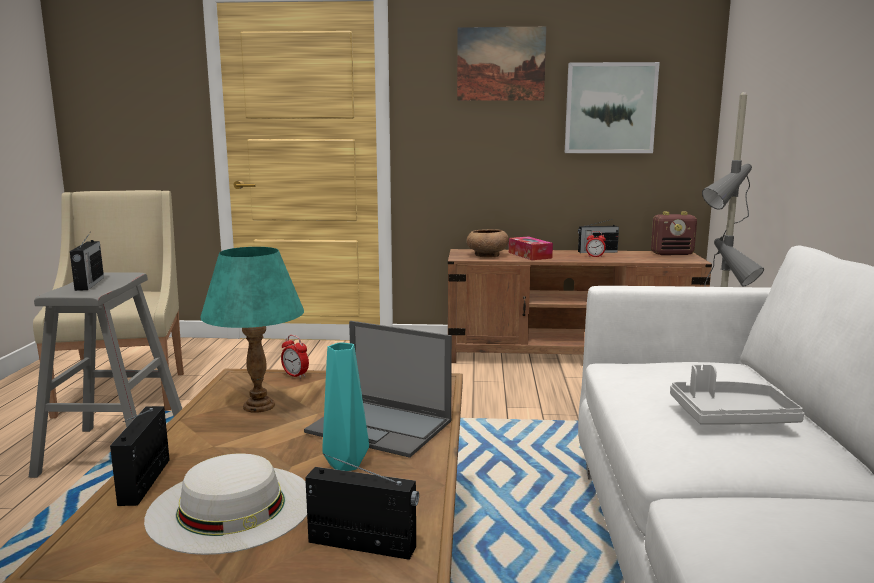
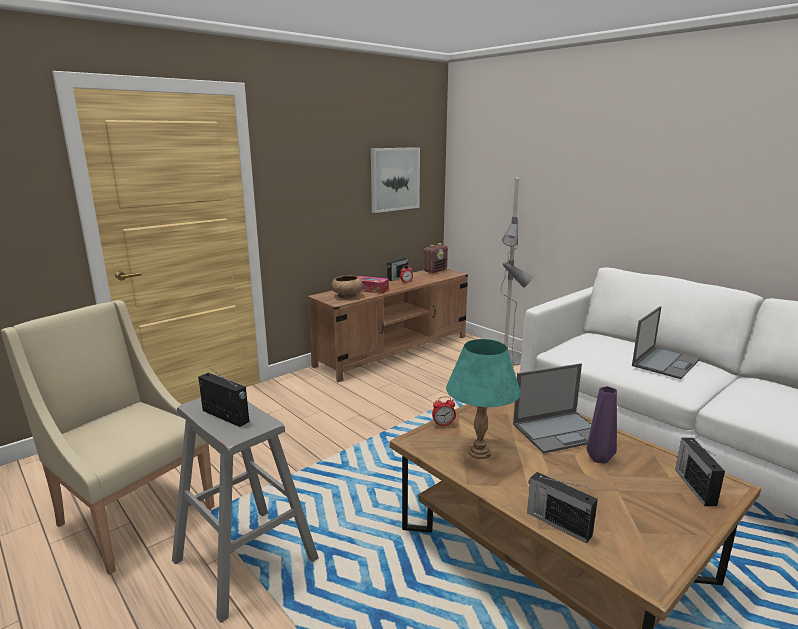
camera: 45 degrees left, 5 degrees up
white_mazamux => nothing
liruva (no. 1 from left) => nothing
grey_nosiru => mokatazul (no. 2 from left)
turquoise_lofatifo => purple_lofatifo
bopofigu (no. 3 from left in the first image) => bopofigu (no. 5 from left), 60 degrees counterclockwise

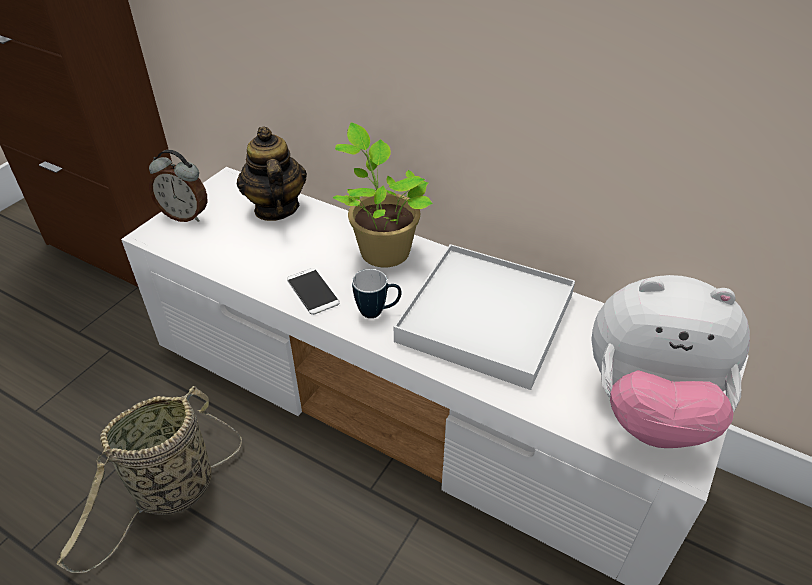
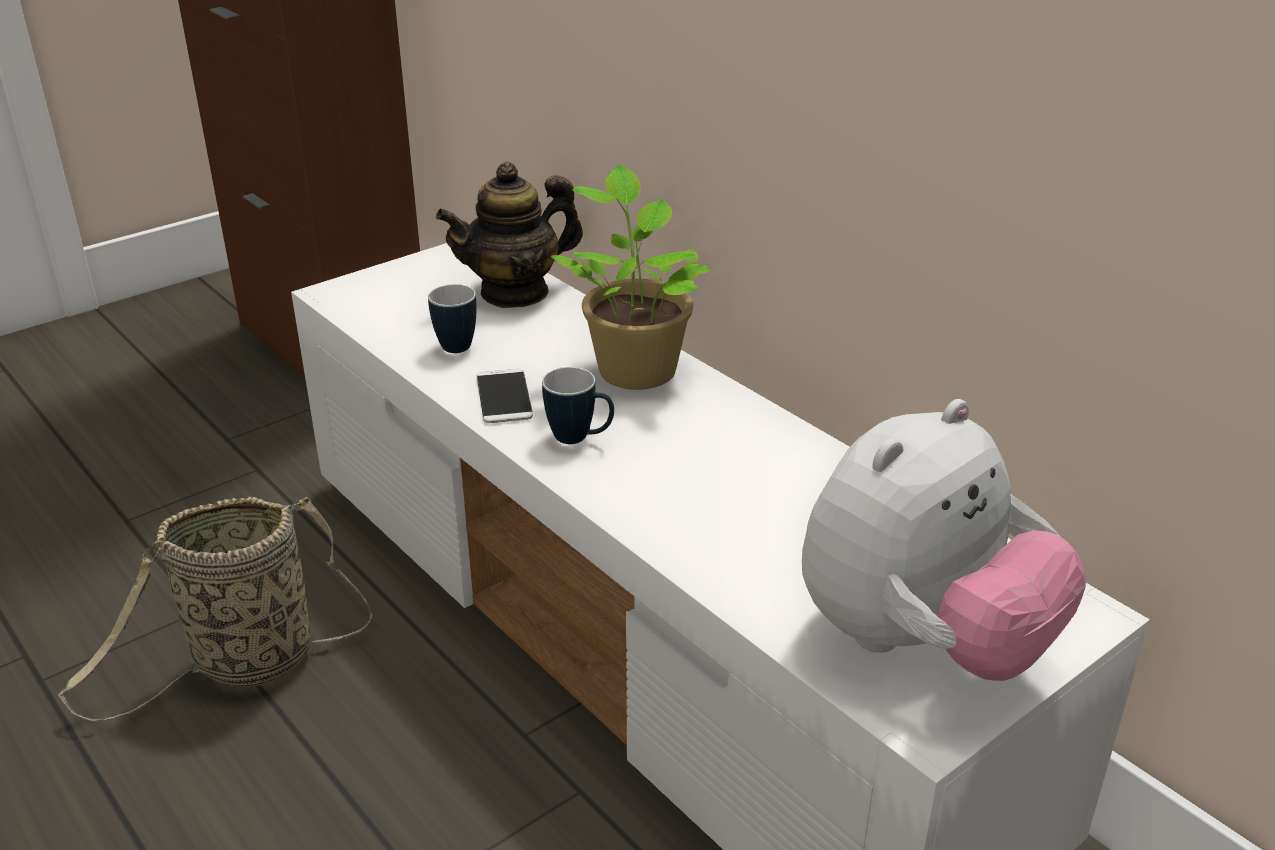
camera: 20 degrees right, 10 degrees down
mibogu => nothing
white_nosiru => nothing
nothing => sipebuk (no. 1 from left)
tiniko, 120 degrees counterclockwise
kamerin, 75 degrees counterclockwise

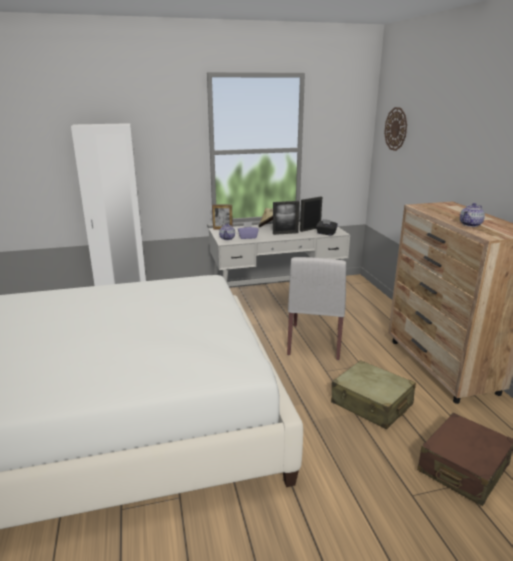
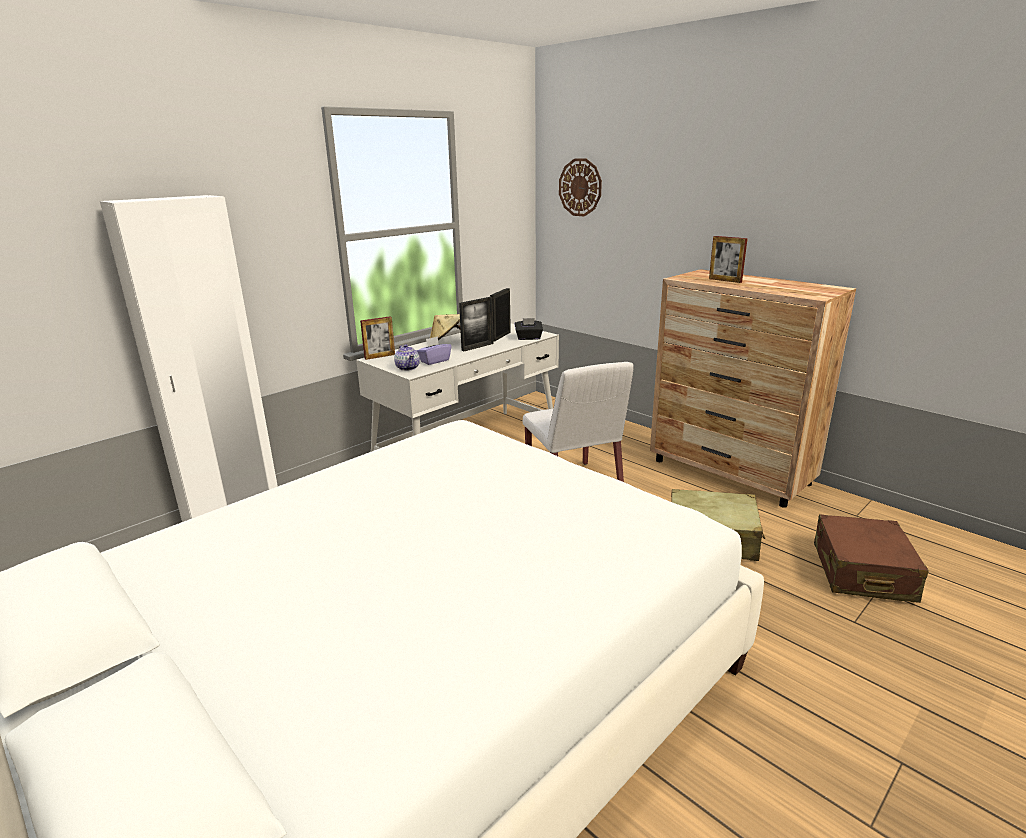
camera: 30 degrees left, 0 degrees up
tiniko (no. 2 from left) => nothing
nothing => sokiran (no. 4 from left)

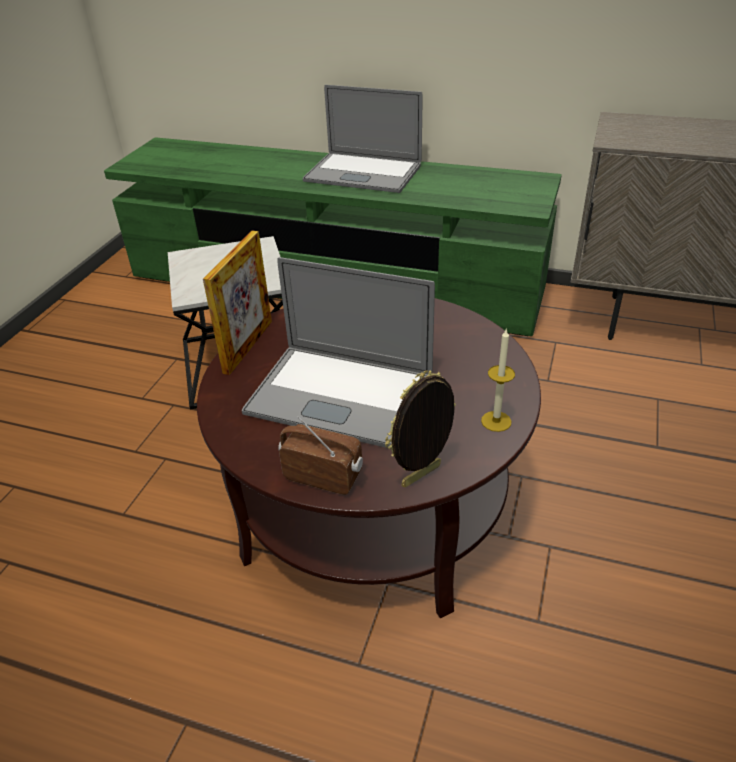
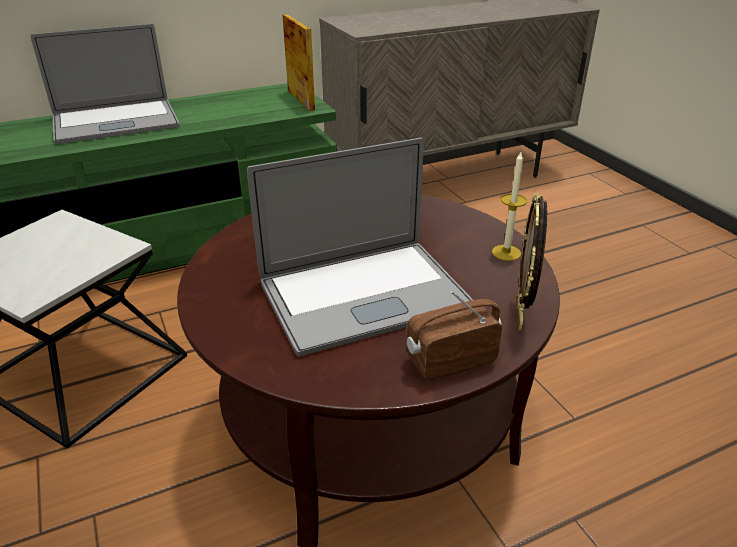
camera: 45 degrees left, 5 degrees down
sokiran (no. 1 from left), shifted

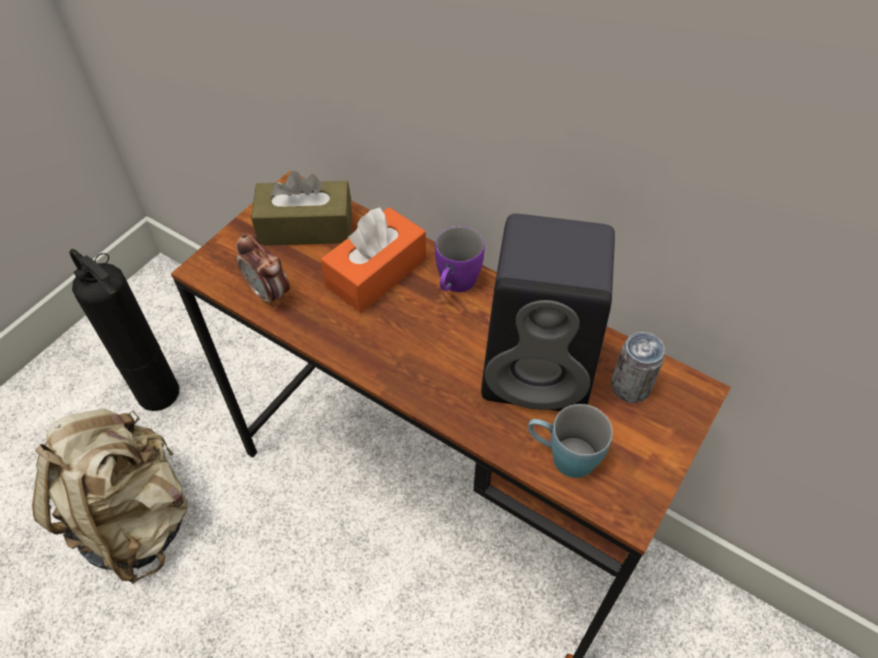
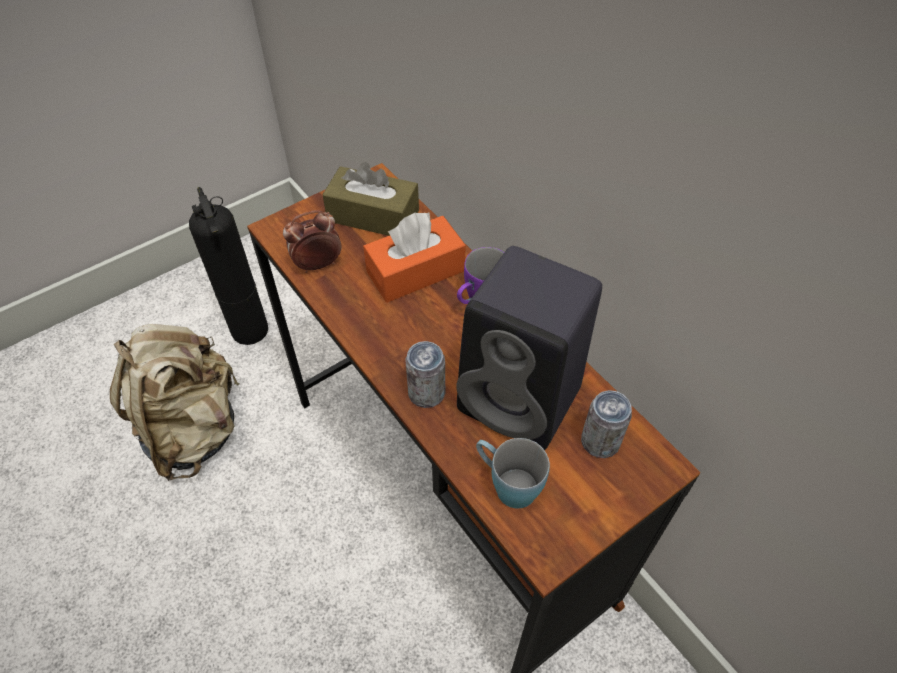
camera: 20 degrees right, 0 degrees up
nothing => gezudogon (no. 1 from left)
mibogu, 90 degrees clockwise

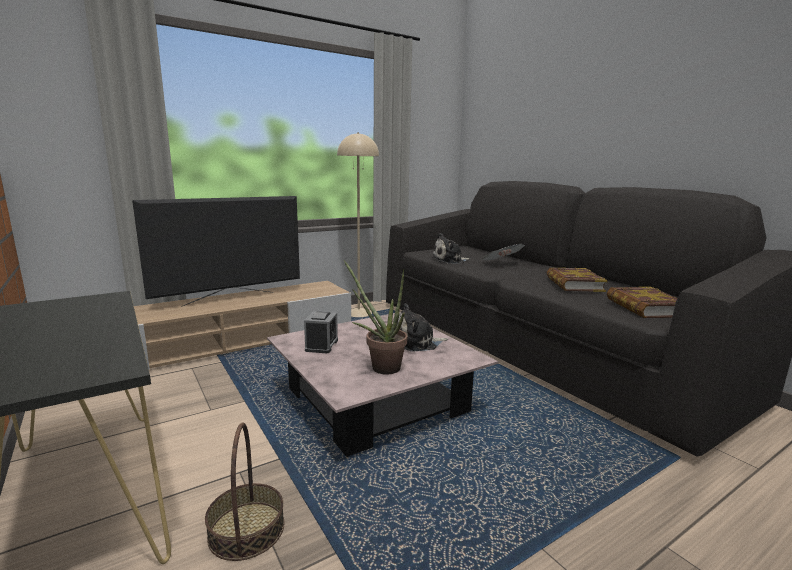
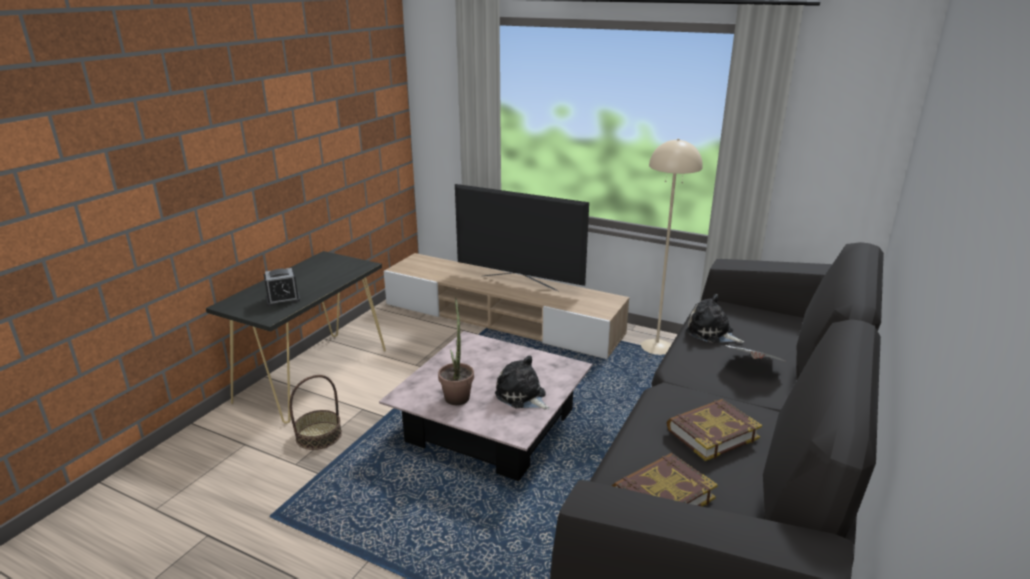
camera: 60 degrees right, 10 degrees up
mibogu, shifted

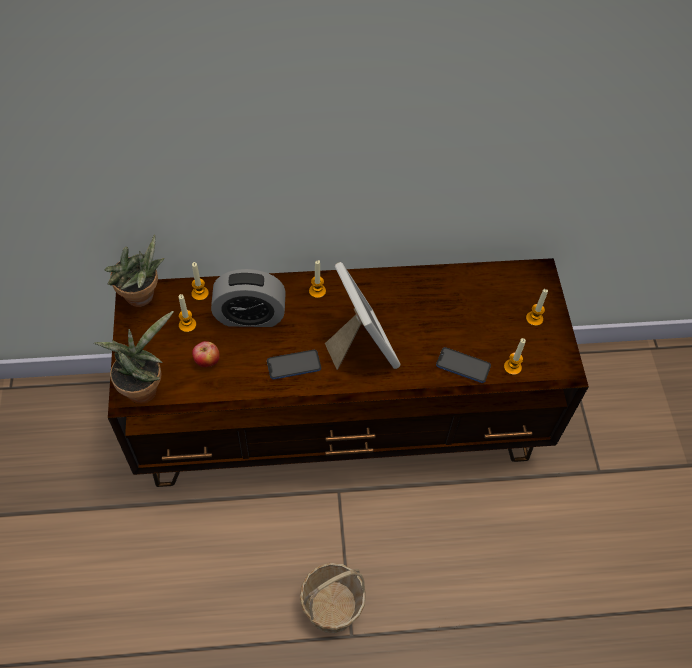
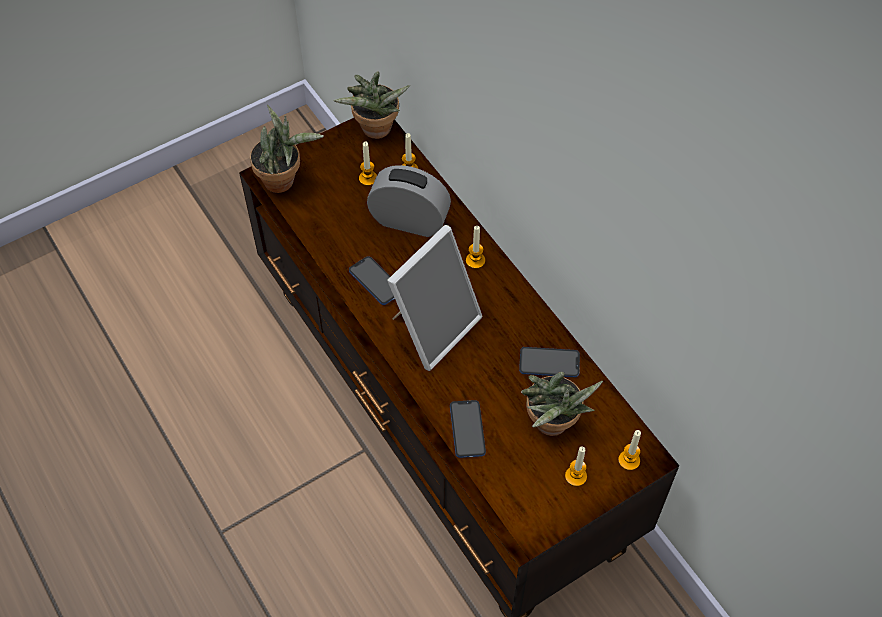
camera: 65 degrees right, 0 degrees up
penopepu => nothing
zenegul => nothing
nothing => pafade (no. 3 from left)
nothing => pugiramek (no. 3 from left)
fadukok (no. 4 from left in the first image) => fadukok (no. 5 from left), shifted
mibogu, 135 degrees clockwise

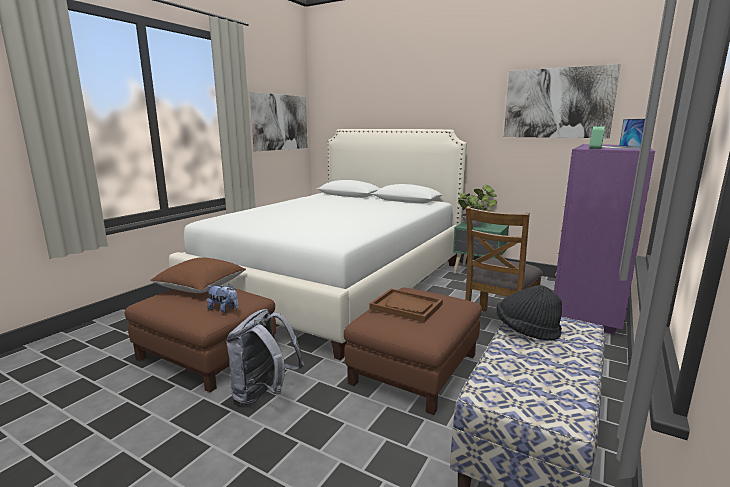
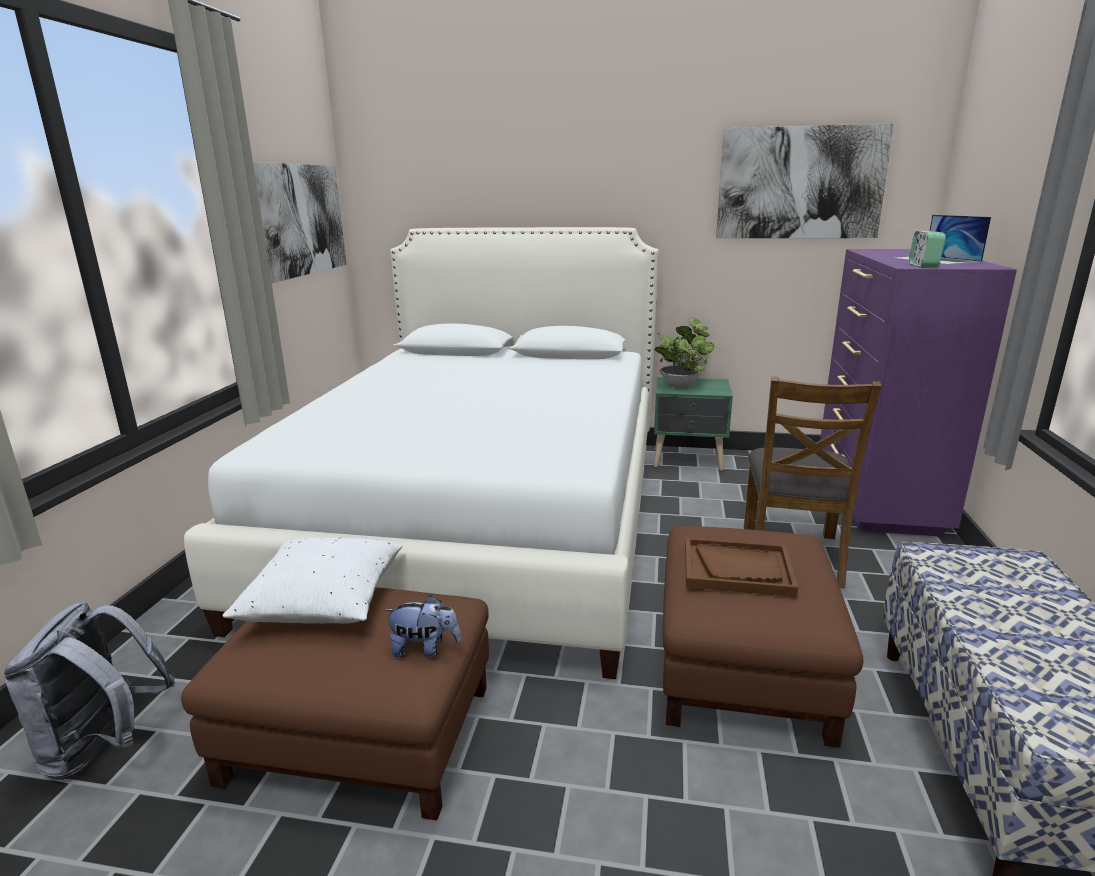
camera: 20 degrees left, 5 degrees up
black_mazamux => nothing
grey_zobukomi, shifted
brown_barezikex => white_barezikex

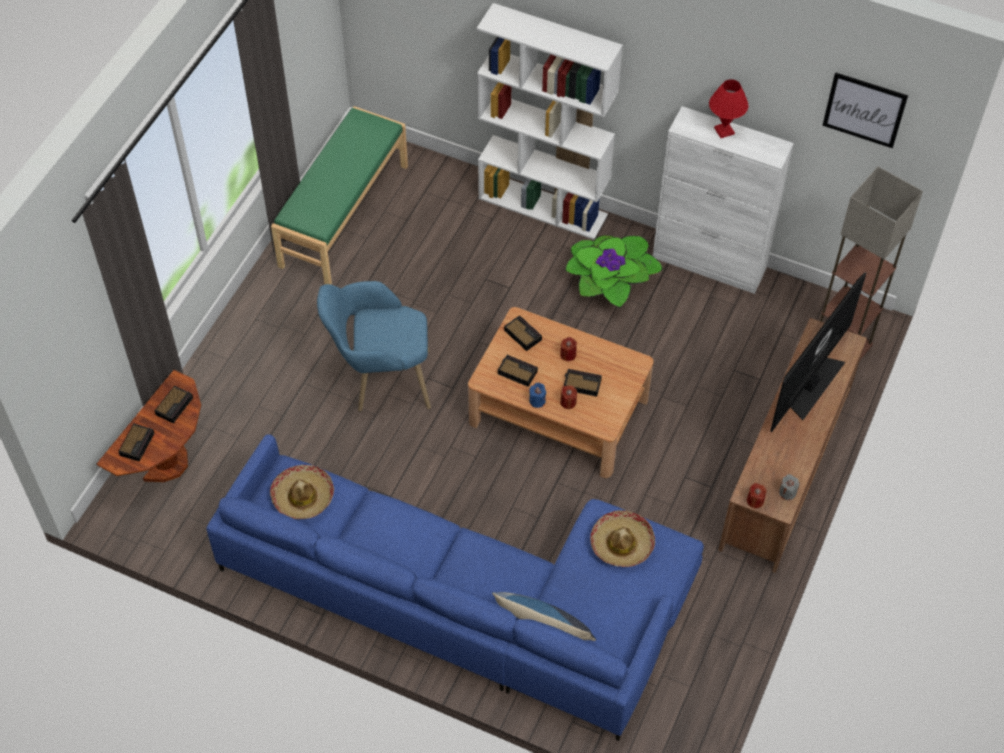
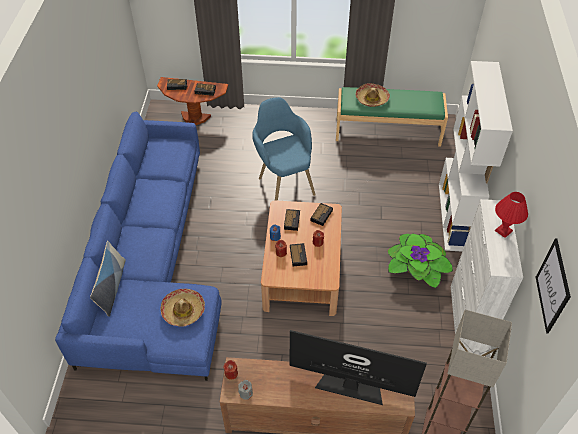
camera: 70 degrees right, 5 degrees down
mazamux (no. 1 from left in the first image) => mazamux (no. 2 from left), shifted

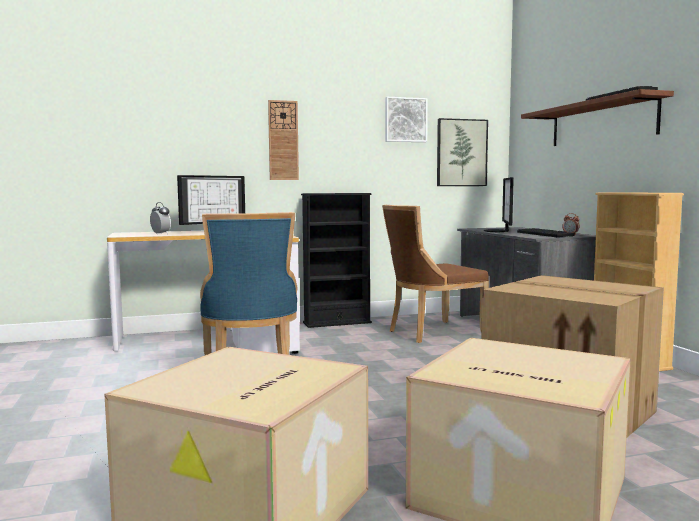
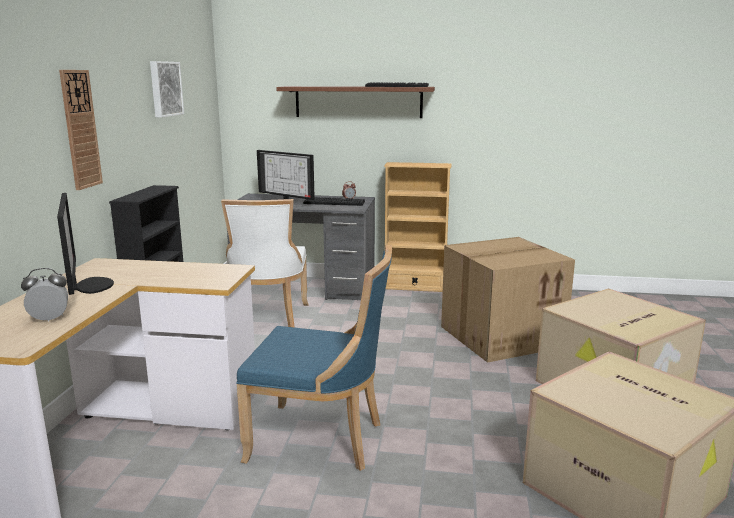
camera: 65 degrees left, 10 degrees up
liruva (no. 2 from left) => nothing
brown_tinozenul => white_tinozenul

